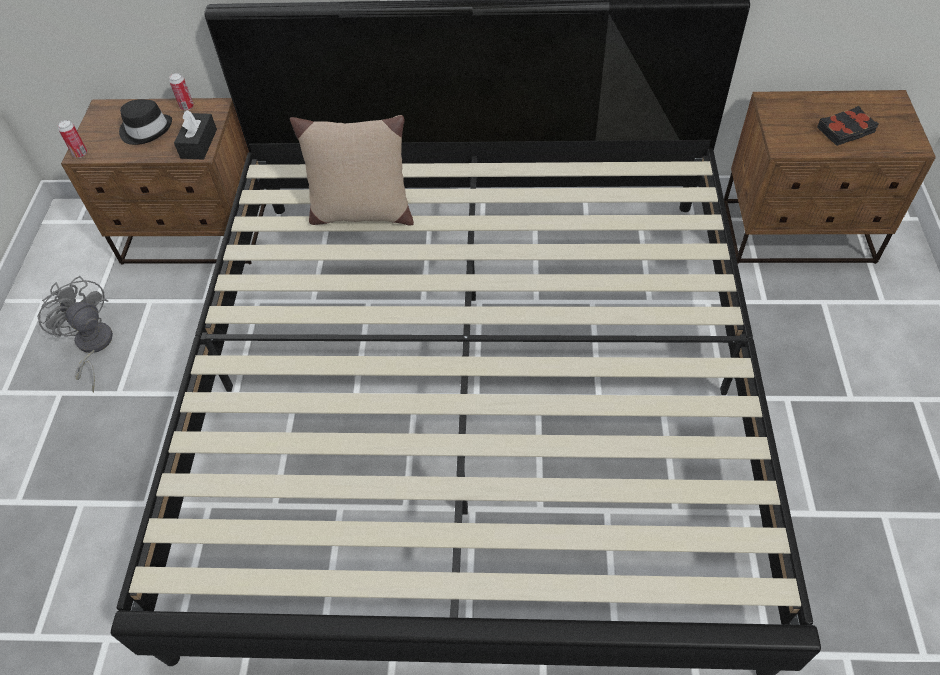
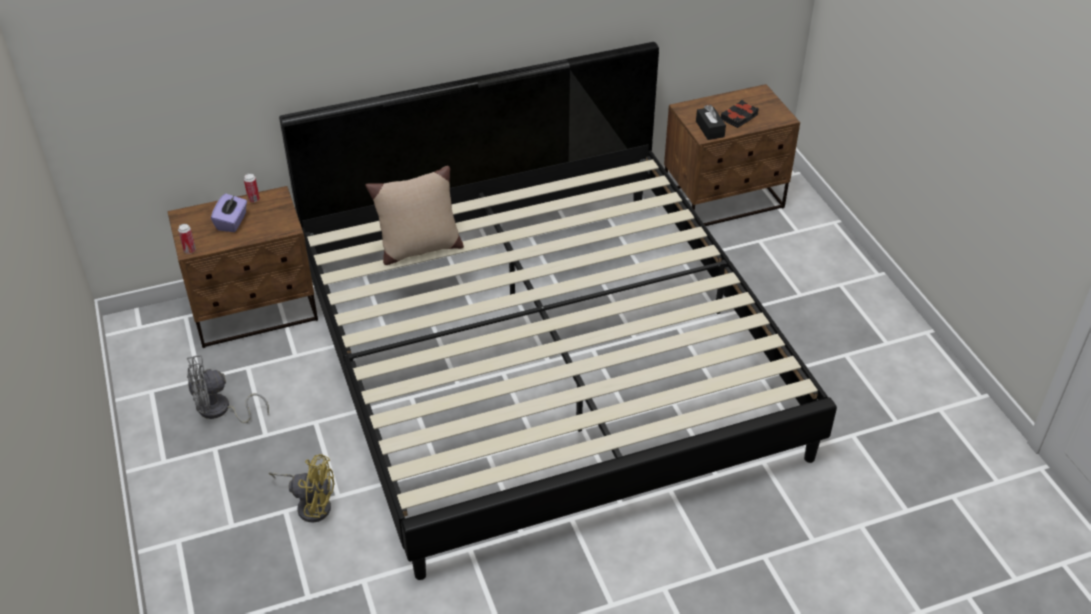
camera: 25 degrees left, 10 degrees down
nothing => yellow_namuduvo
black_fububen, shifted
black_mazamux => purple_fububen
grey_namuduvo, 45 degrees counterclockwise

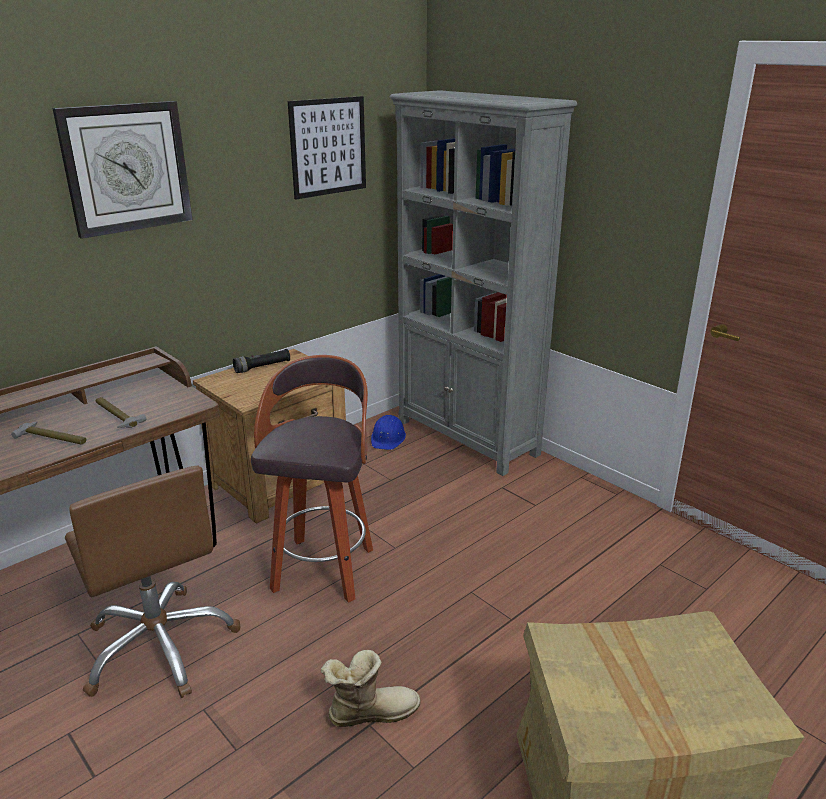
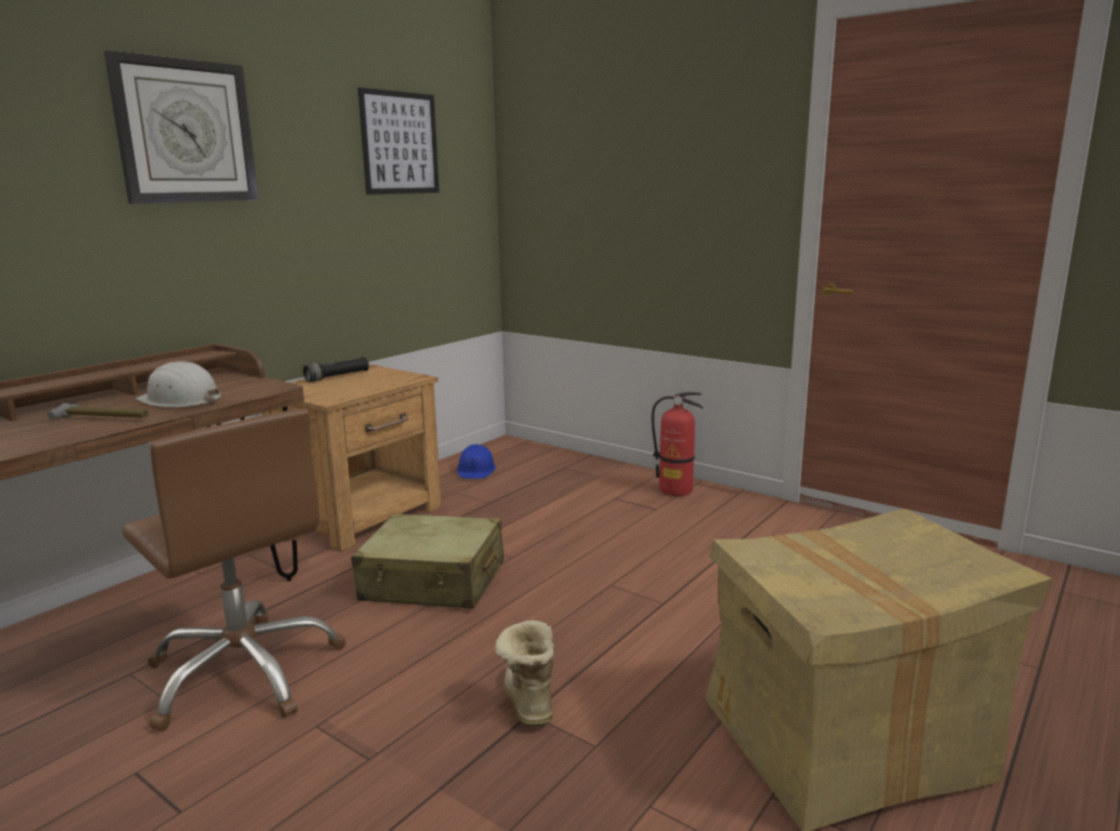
camera: 10 degrees left, 10 degrees down
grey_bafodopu => nothing
nothing => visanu
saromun (no. 2 from left) => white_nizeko
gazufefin => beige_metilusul
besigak, 75 degrees counterclockwise

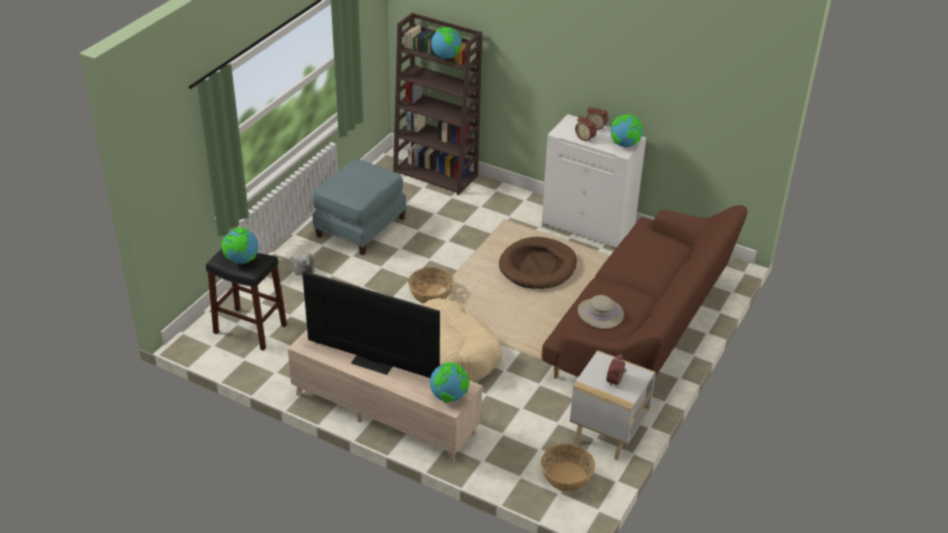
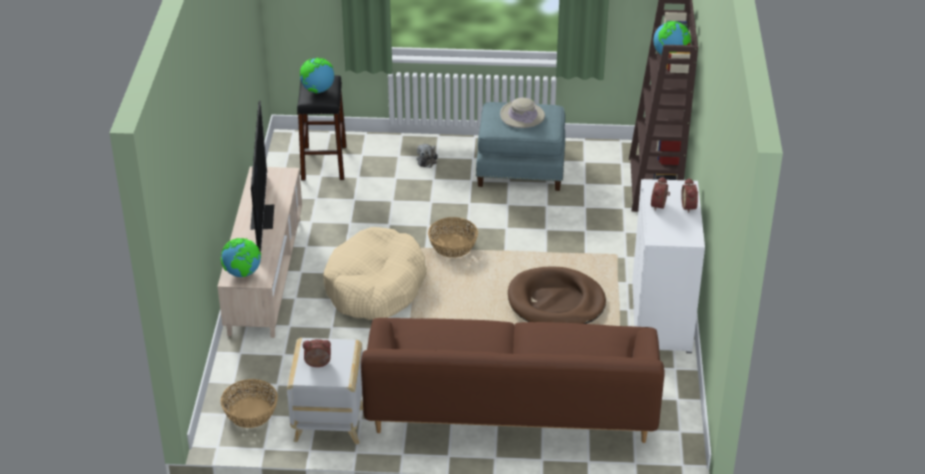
camera: 65 degrees right, 0 degrees up
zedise (no. 4 from left) => nothing
beige_mazamux, shifted

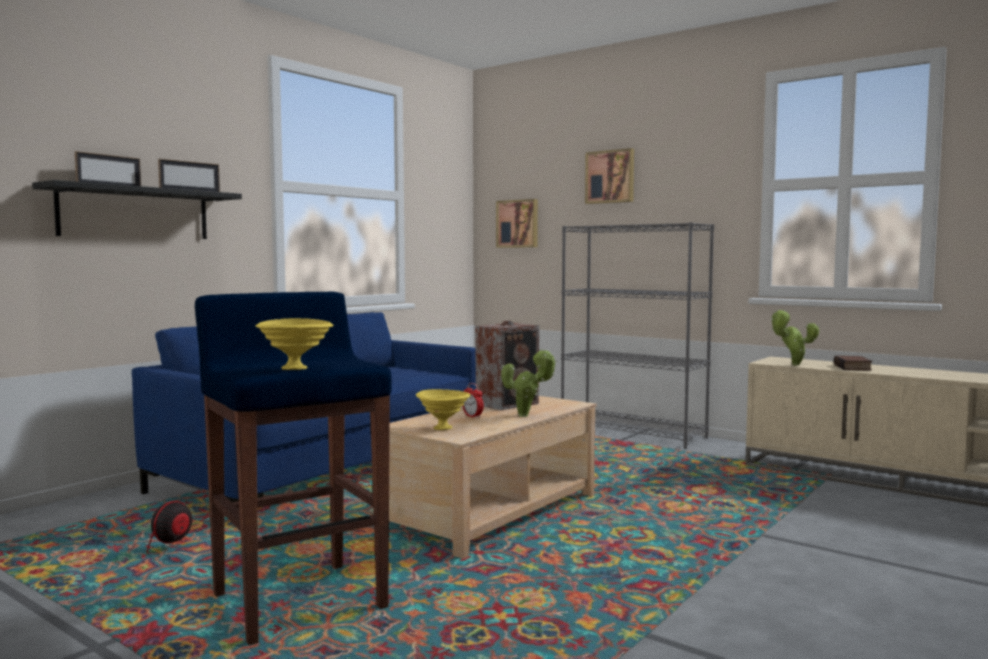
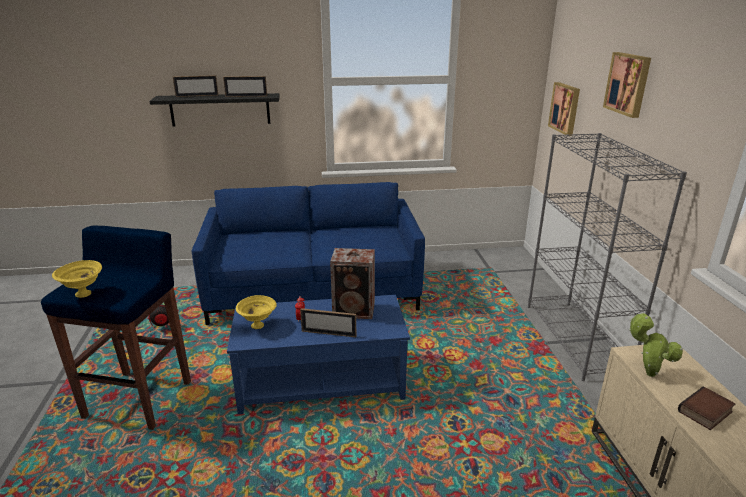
camera: 45 degrees right, 20 degrees up
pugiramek (no. 1 from left) => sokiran (no. 3 from left)
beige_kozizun => blue_kozizun

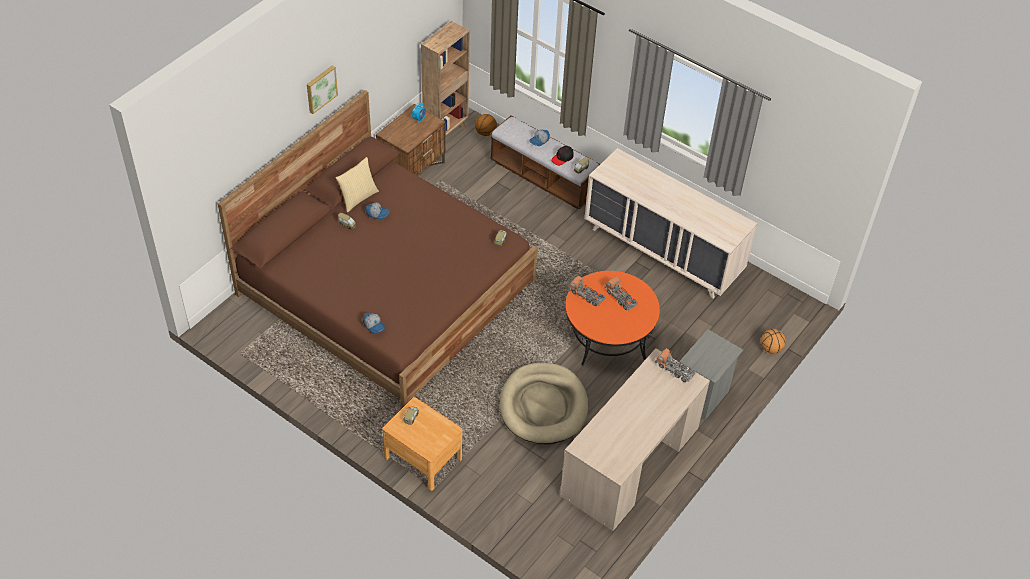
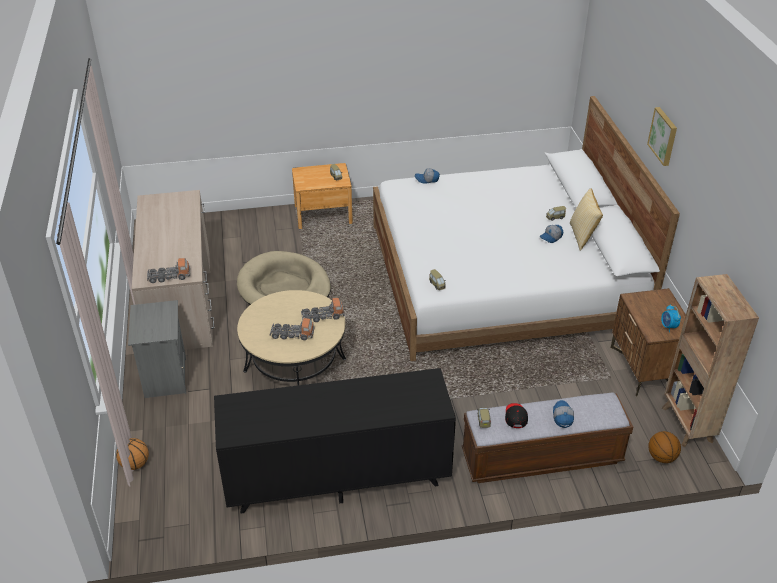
camera: 135 degrees right, 10 degrees down
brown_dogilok => white_dogilok
orange_kozizun => beige_kozizun
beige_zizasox => black_zizasox

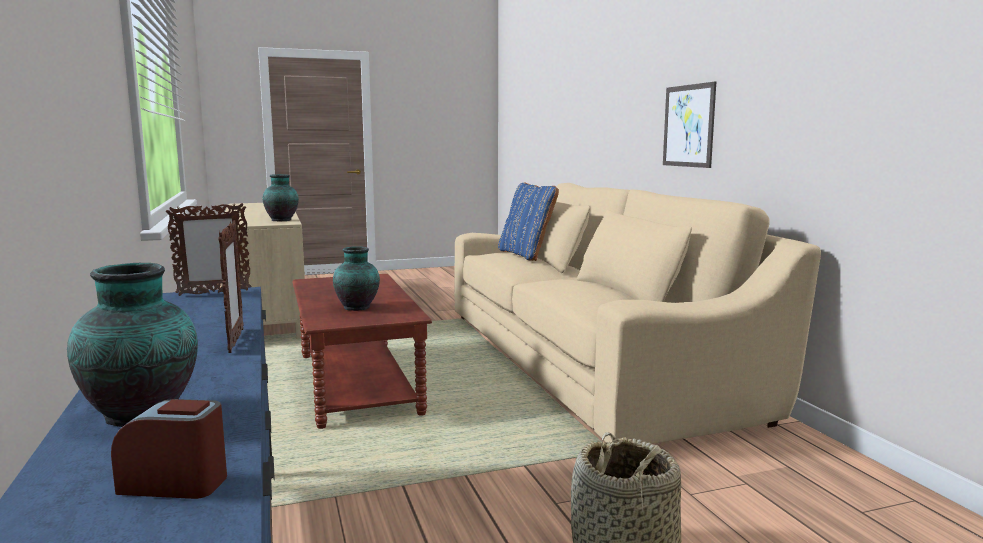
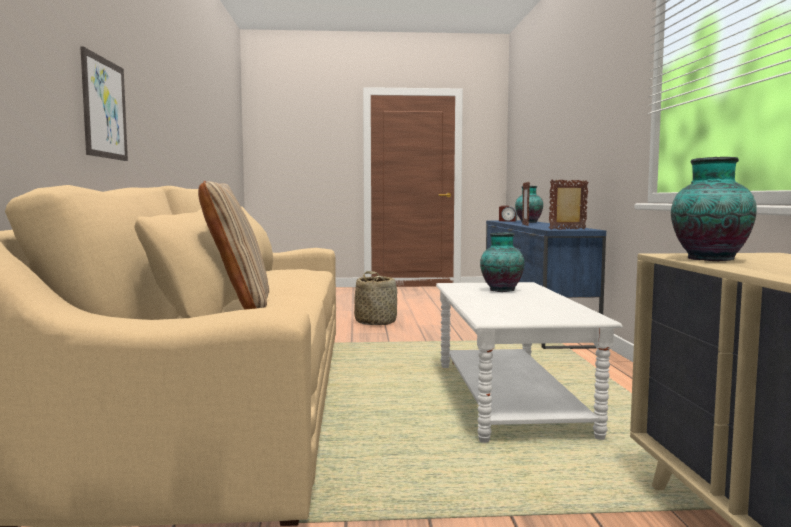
camera: 165 degrees left, 5 degrees down
brown_kozizun => white_kozizun
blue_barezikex => beige_barezikex

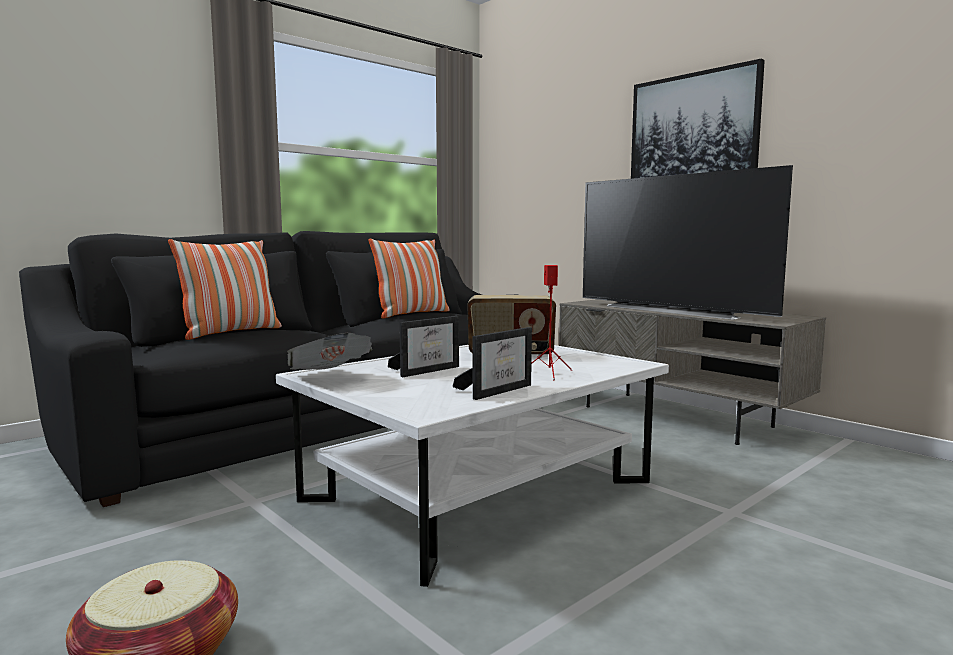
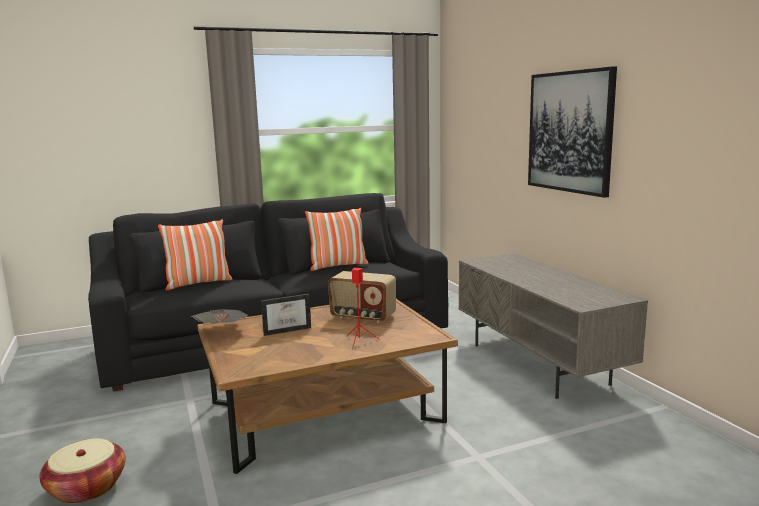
camera: 20 degrees right, 5 degrees up
sokiran (no. 2 from left) => nothing
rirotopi => nothing
white_kozizun => brown_kozizun

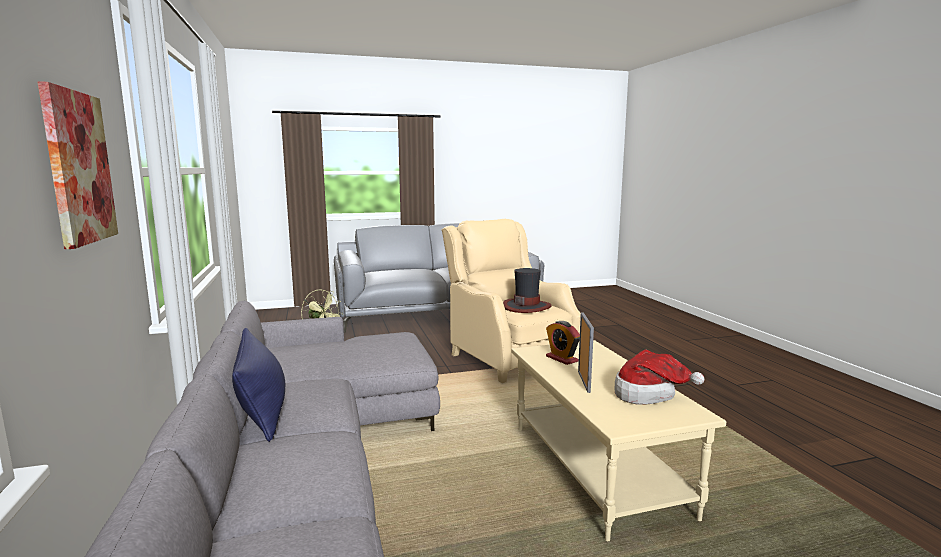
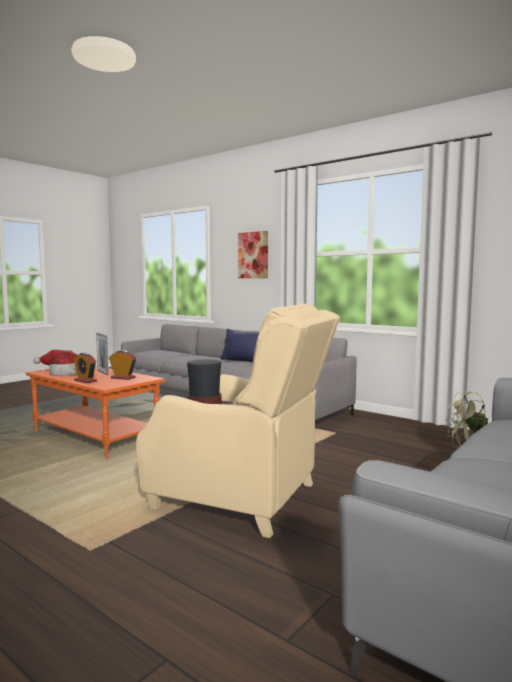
camera: 145 degrees right, 5 degrees down
nothing => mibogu (no. 1 from left)
beige_kozizun => orange_kozizun

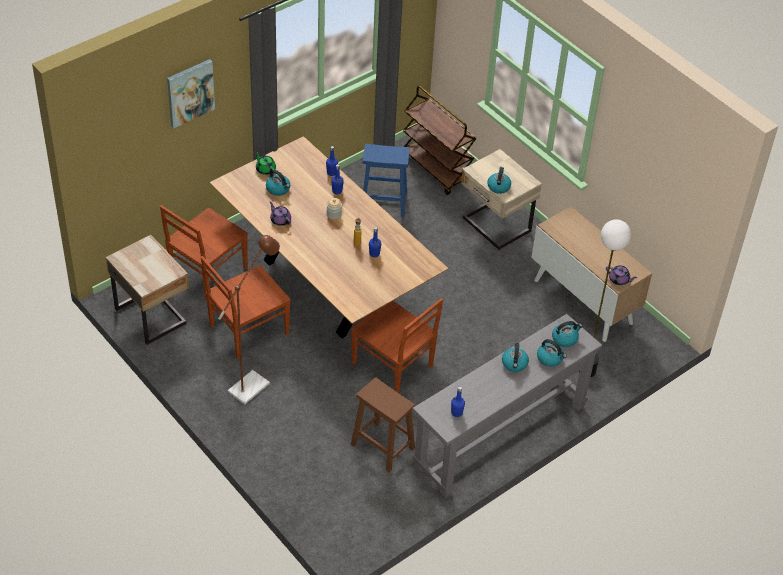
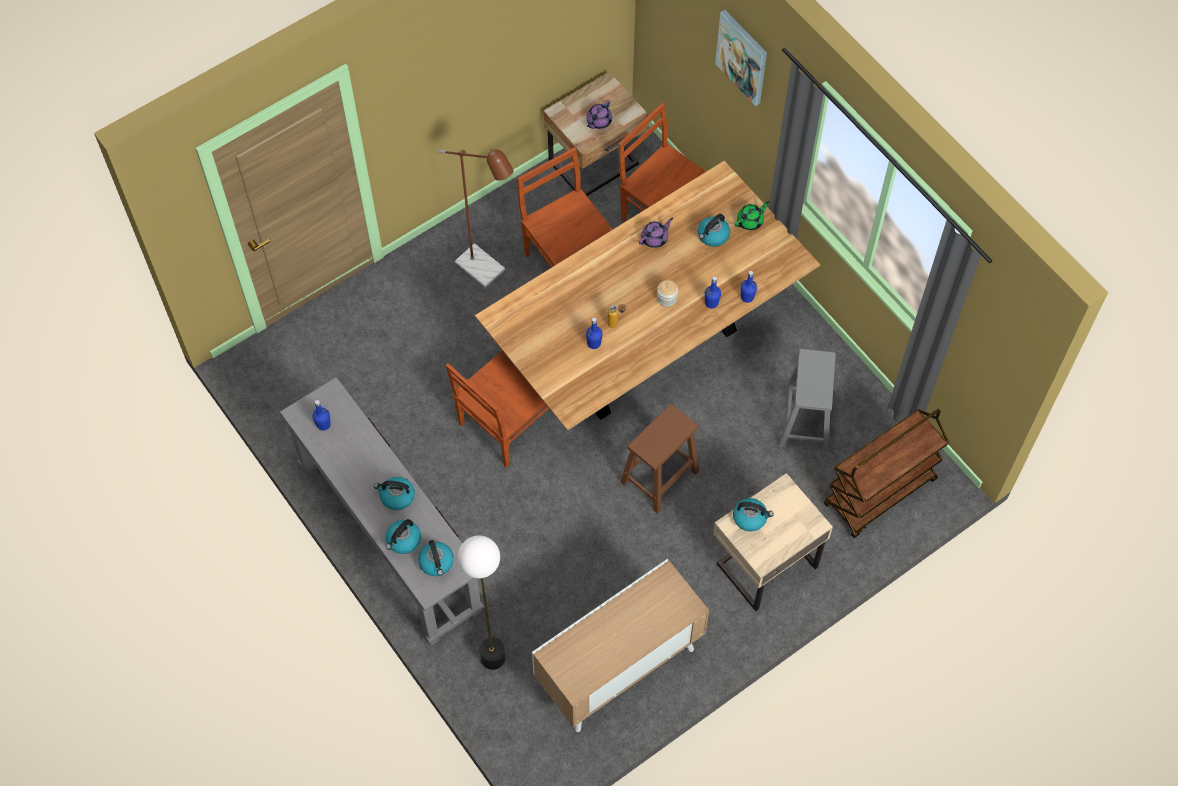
camera: 95 degrees right, 15 degrees up
brown_gazufefin, shifted
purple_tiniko (no. 2 from left in the first image) => purple_tiniko (no. 1 from left), shifted
blue_gazufefin => grey_gazufefin

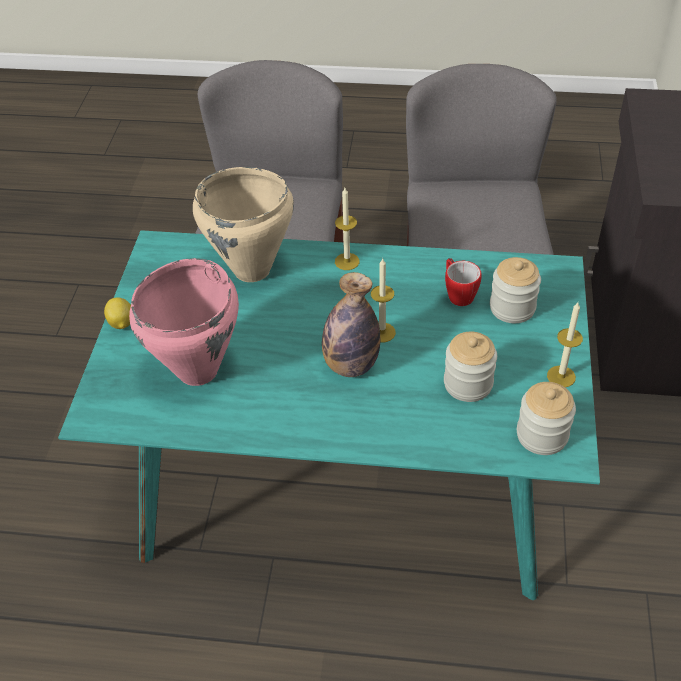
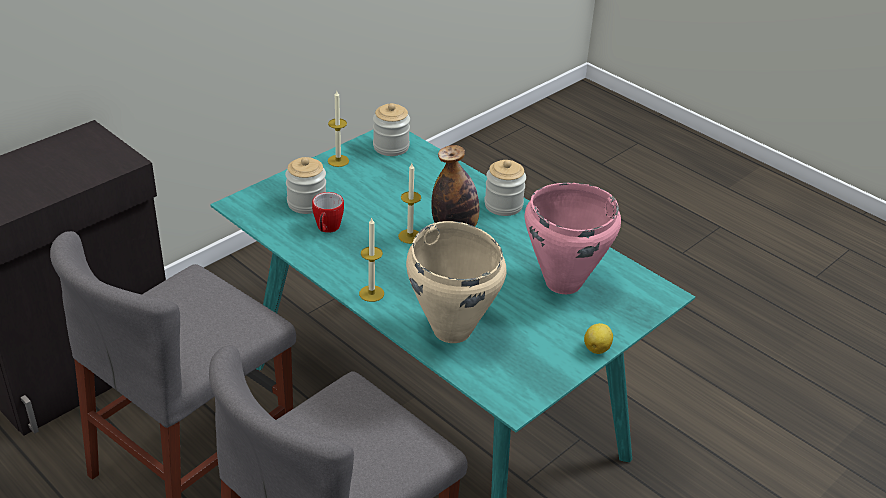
camera: 145 degrees left, 10 degrees down
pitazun (no. 1 from left in the first image) => pitazun (no. 3 from left), shifted

